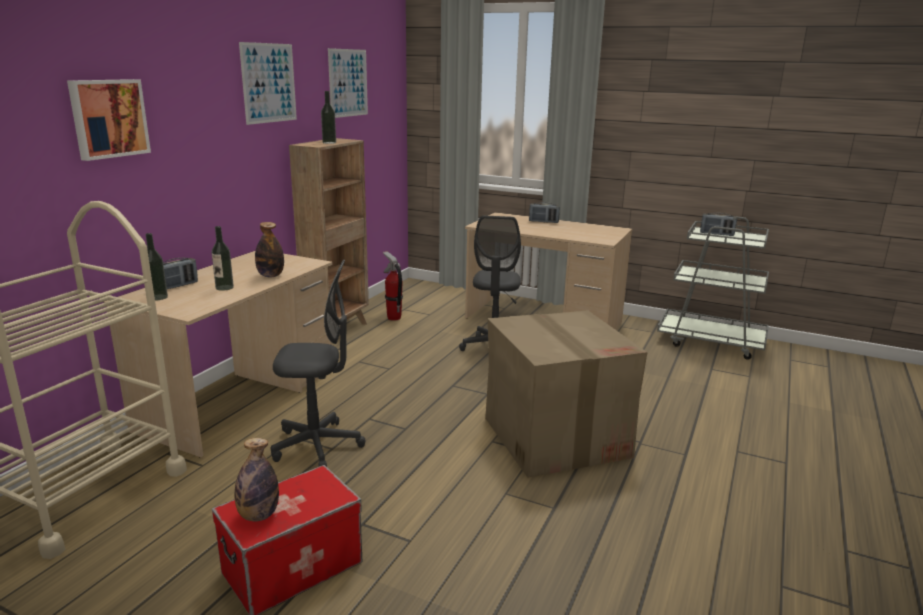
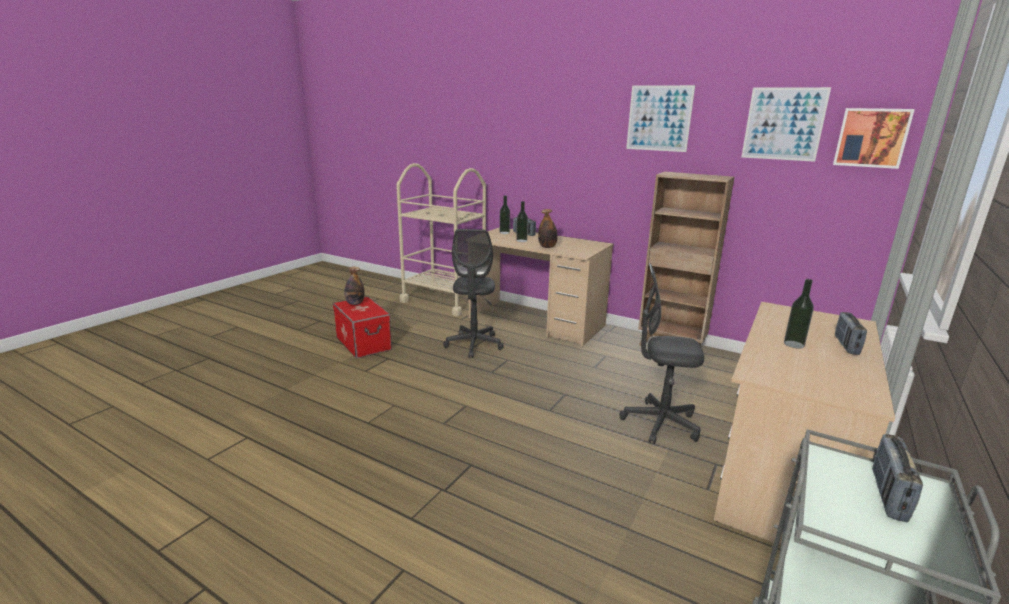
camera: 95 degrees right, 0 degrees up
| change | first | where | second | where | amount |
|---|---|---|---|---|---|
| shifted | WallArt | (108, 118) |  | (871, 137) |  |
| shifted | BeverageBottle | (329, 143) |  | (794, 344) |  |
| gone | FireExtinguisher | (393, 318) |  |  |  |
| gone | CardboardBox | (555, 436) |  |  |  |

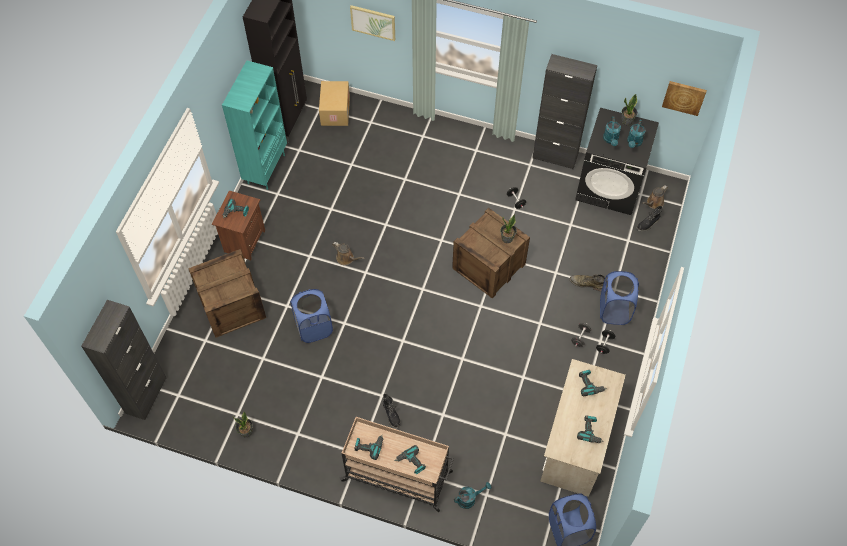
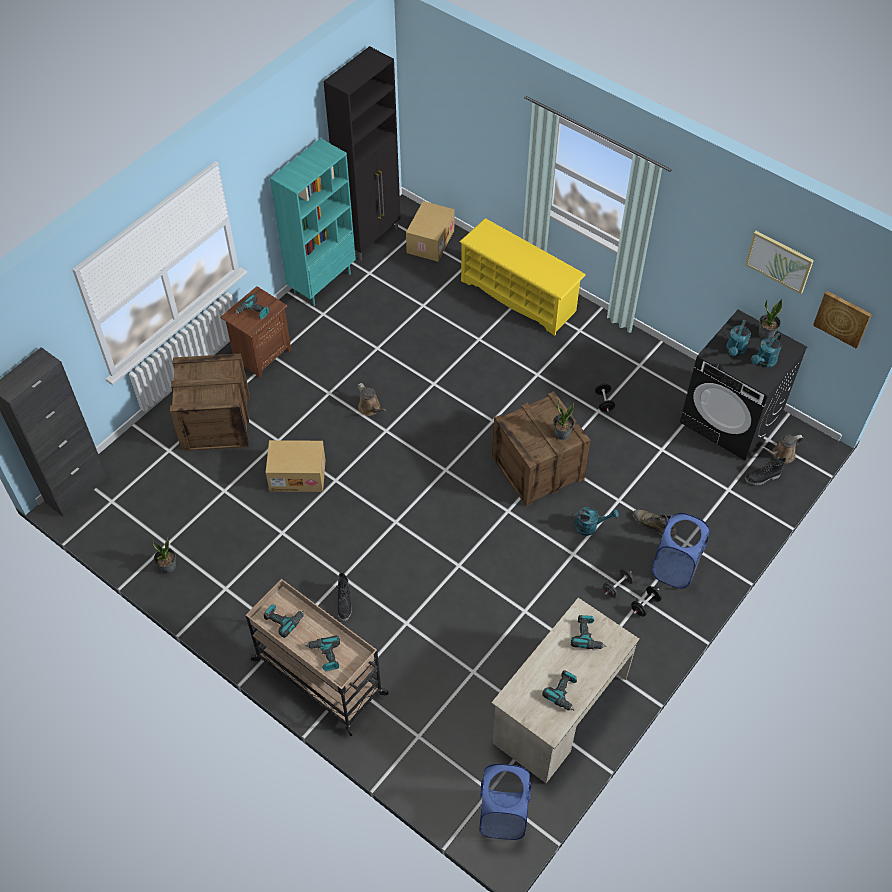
camera: 20 degrees right, 5 degrees down
| change | first | where | second | where | amount |
|---|---|---|---|---|---|
| swapped | BlueColouredLaundryBasket | (314, 328) | CardboardBox | (298, 474) |  |
| shifted | WallArt | (373, 22) |  | (779, 261) |  |
| shifted | TurquoiseWateringPot | (469, 498) |  | (590, 526) |  |
| gone | BlackStorageCabinet | (555, 156) |  |  |  |
| new |  |  | YellowishShoeStand | (519, 296) |  |

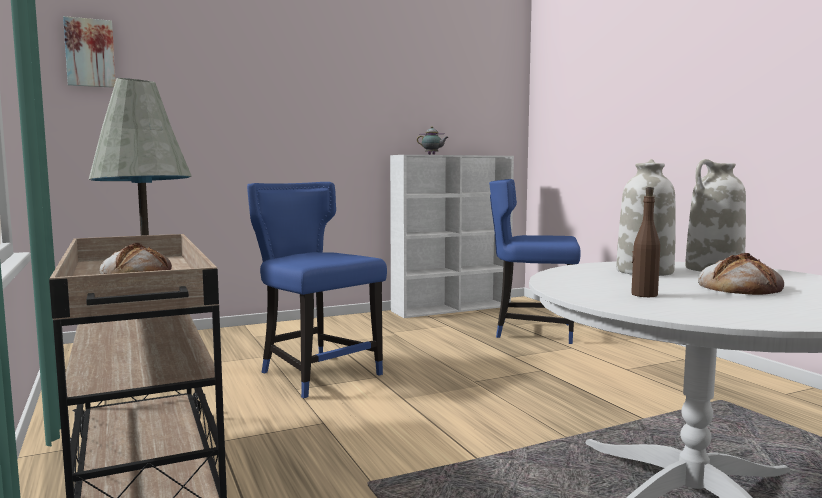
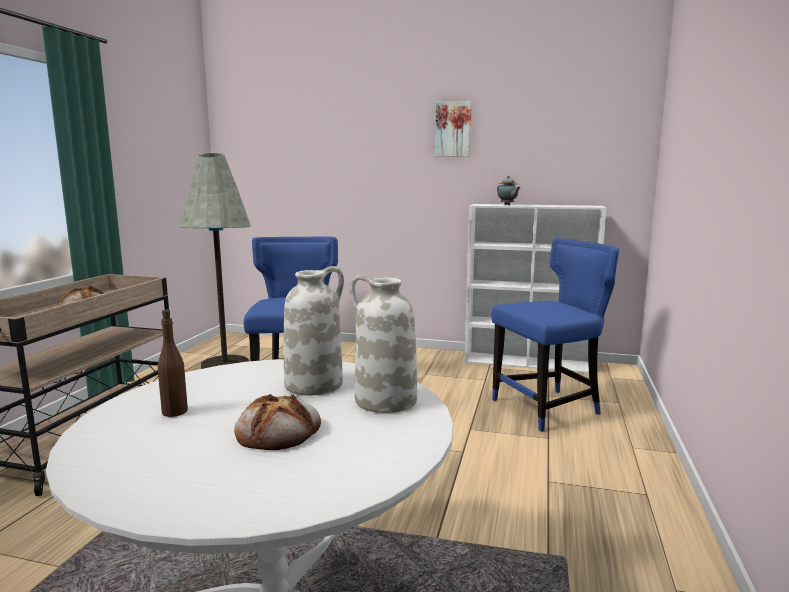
camera: 40 degrees right, 5 degrees up
| change | first | where | second | where | amount |
|---|---|---|---|---|---|
| shifted | WallArt | (90, 53) |  | (453, 129) |  |
| rotated | BlueColouredPlainChair | (532, 331) |  | (549, 408) | 105 degrees clockwise |

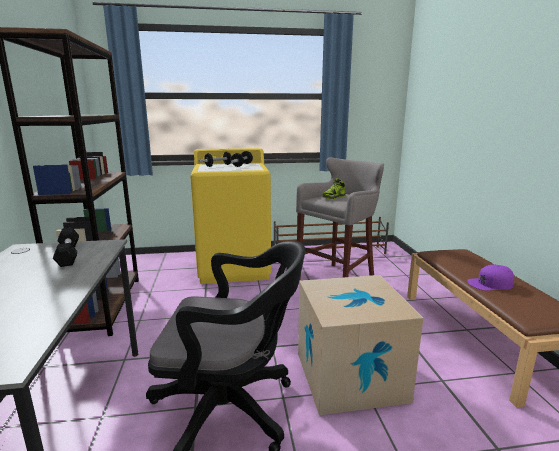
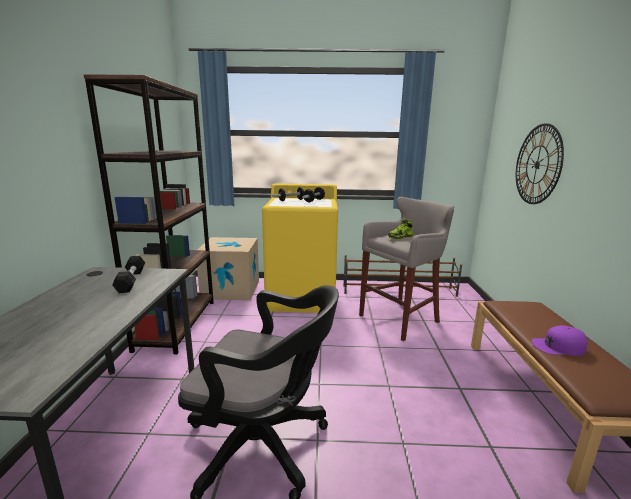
camera: 10 degrees right, 0 degrees up
| change | first | where | second | where | amount |
|---|---|---|---|---|---|
| shifted | CardboardBox | (350, 376) |  | (231, 289) |  |
| new |  |  | WallClock | (537, 164) |  |

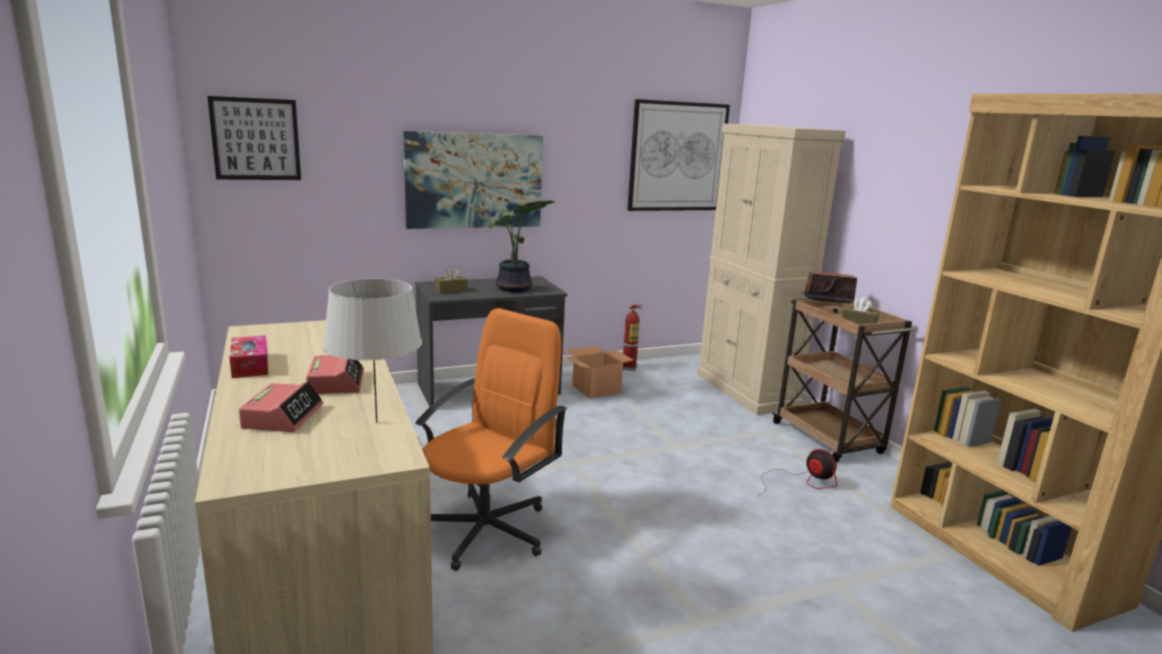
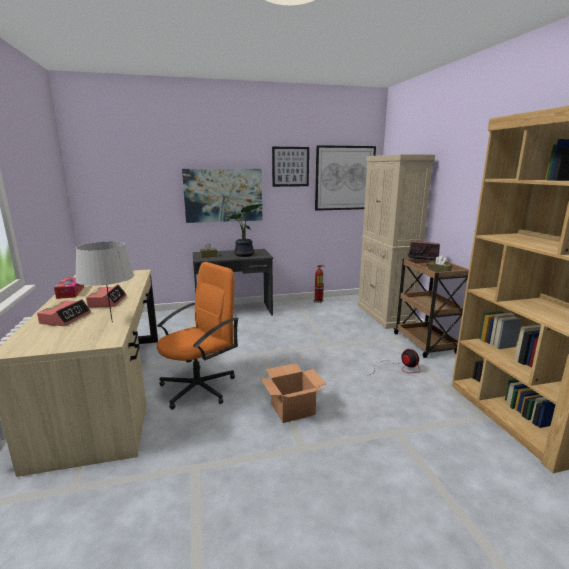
camera: 10 degrees right, 0 degrees up
| change | first | where | second | where | amount |
|---|---|---|---|---|---|
| shifted | WallArt | (256, 139) |  | (290, 166) |  |
| shifted | CardboardBox | (596, 389) |  | (292, 409) |  |

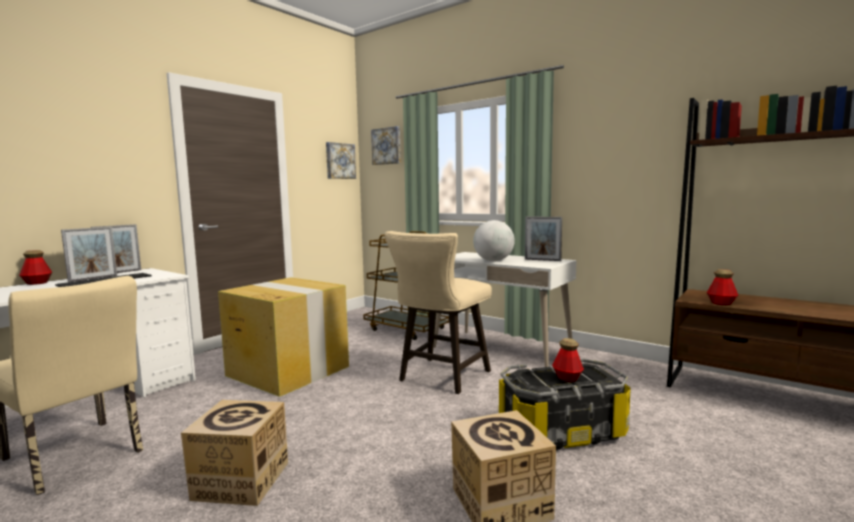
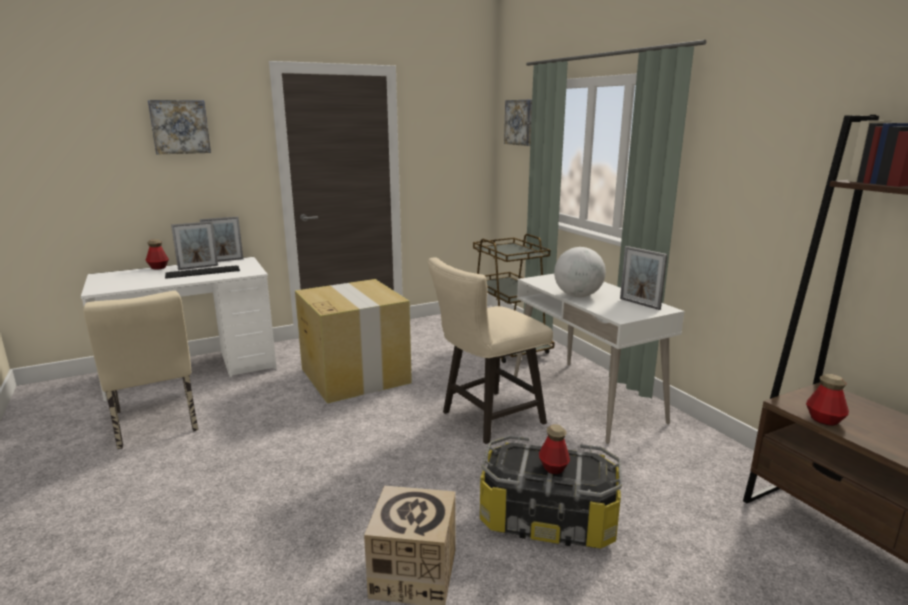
camera: 25 degrees right, 10 degrees up
| change | first | where | second | where | amount |
|---|---|---|---|---|---|
| gone | CardboardBox | (241, 481) |  |  |  |
| shifted | WallArt | (340, 161) |  | (180, 127) |  |

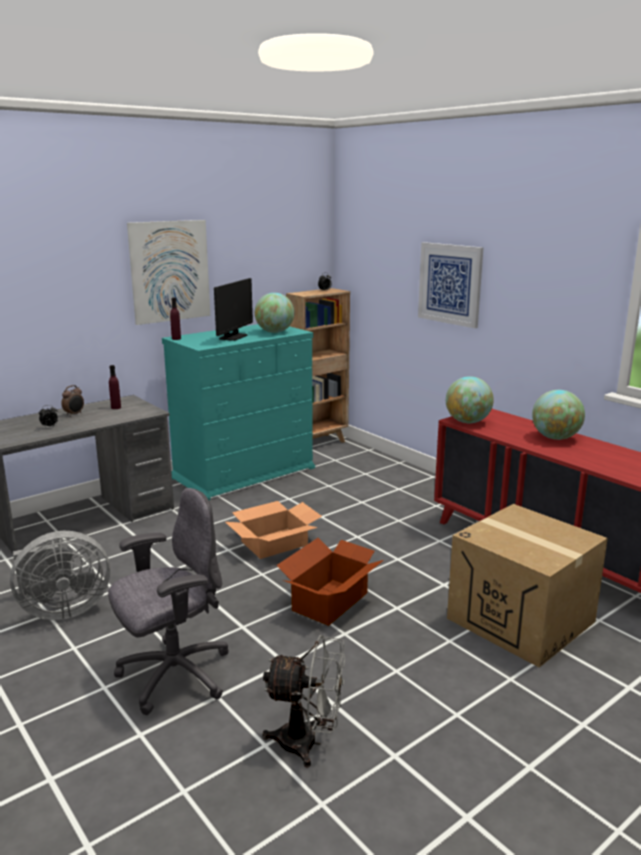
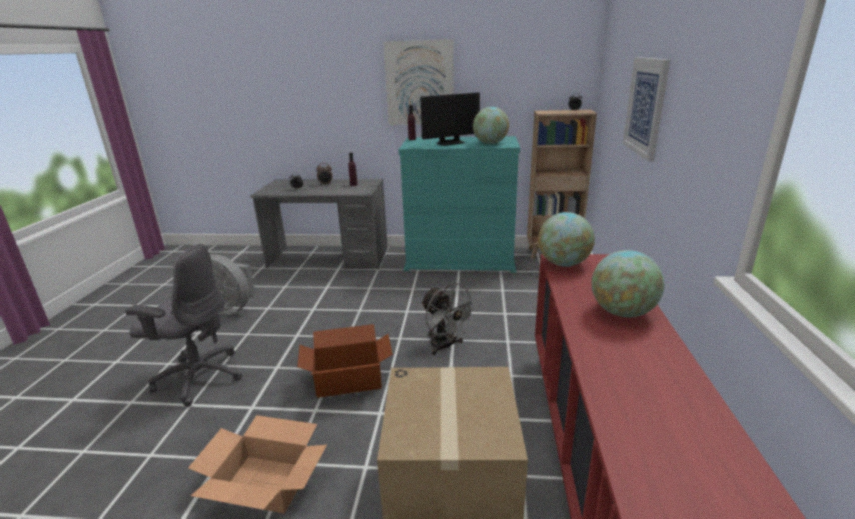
camera: 45 degrees right, 5 degrees up
| change | first | where | second | where | amount |
|---|---|---|---|---|---|
| shifted | CardboardBox | (274, 543) |  | (265, 483) |  |
| shifted | GrayElectricFan | (308, 743) |  | (445, 346) |  |

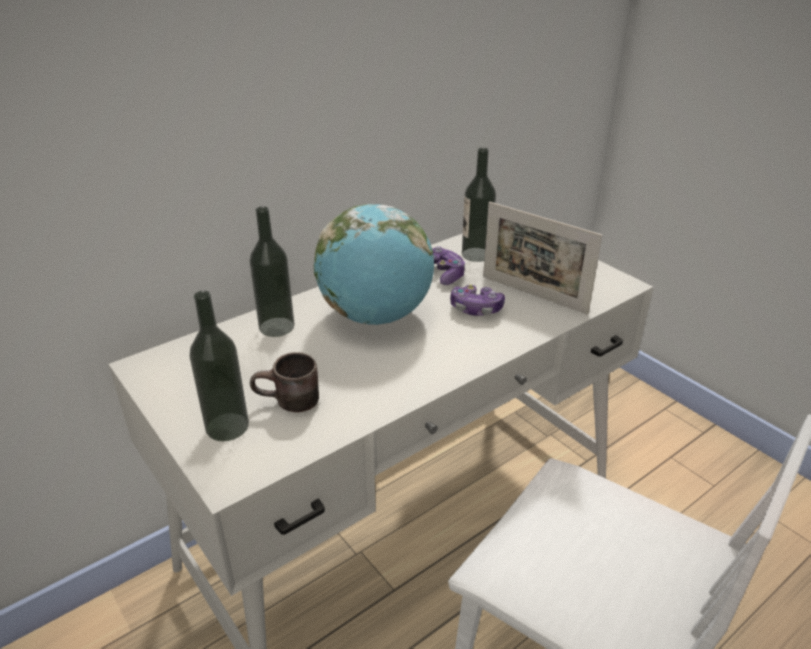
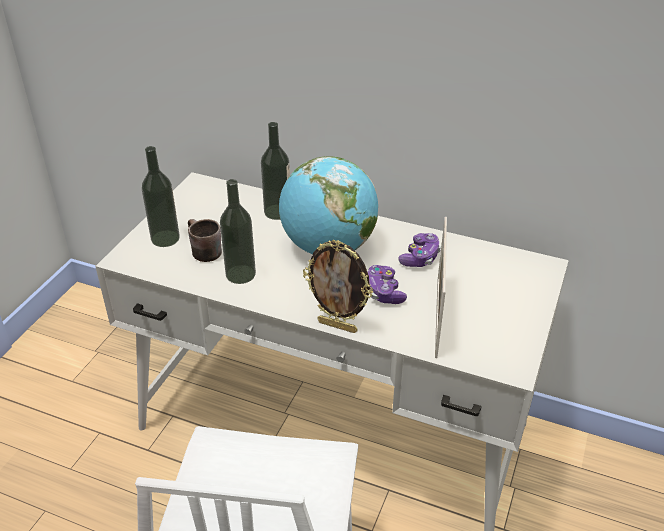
camera: 60 degrees right, 5 degrees up
| change | first | where | second | where | amount |
|---|---|---|---|---|---|
| shifted | BeverageBottle | (476, 254) |  | (240, 274) |  |
| new |  |  | PhotoFrame | (338, 326) |  |

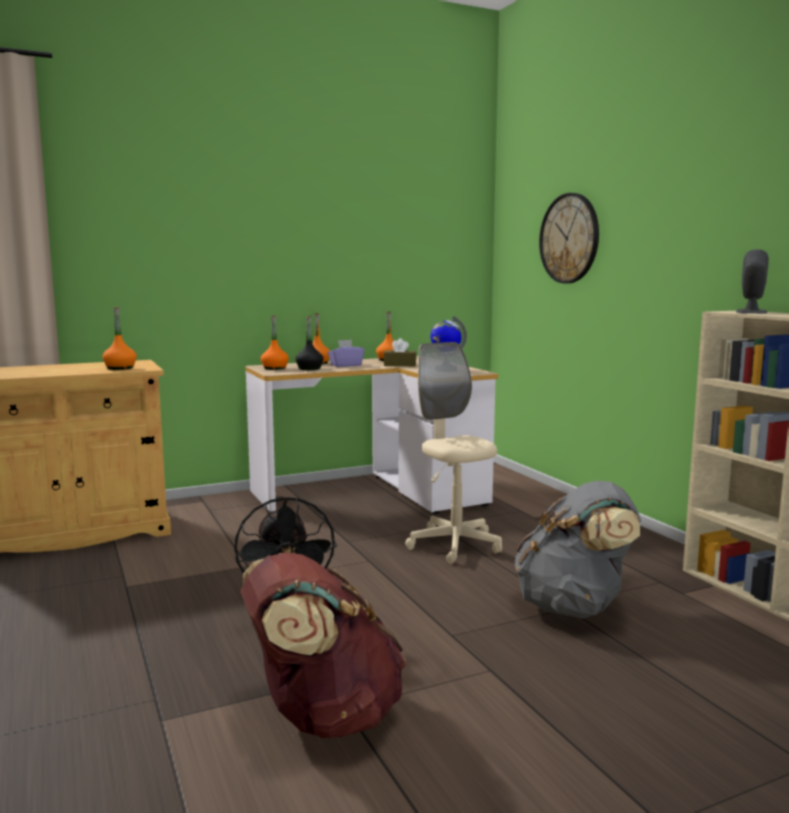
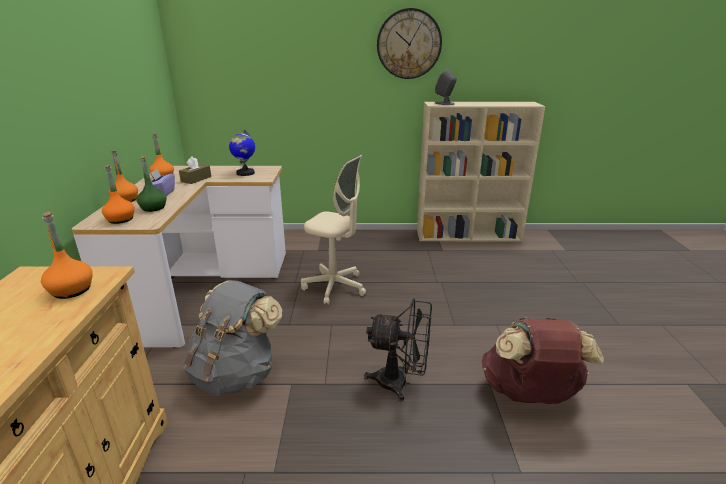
camera: 65 degrees left, 15 degrees up
| change | first | where | second | where | amount |
|---|---|---|---|---|---|
| repainted | BlackBeverageBottle | (309, 369) | GreenColouredBeverageBottle | (153, 208) |  |
| rotated | BeigeColouredComputerChair | (454, 545) |  | (335, 287) | 150 degrees counterclockwise |
| shifted | GrayKnapsack | (574, 607) |  | (236, 374) |  |
| shifted | WallClock | (569, 238) |  | (409, 44) |  |

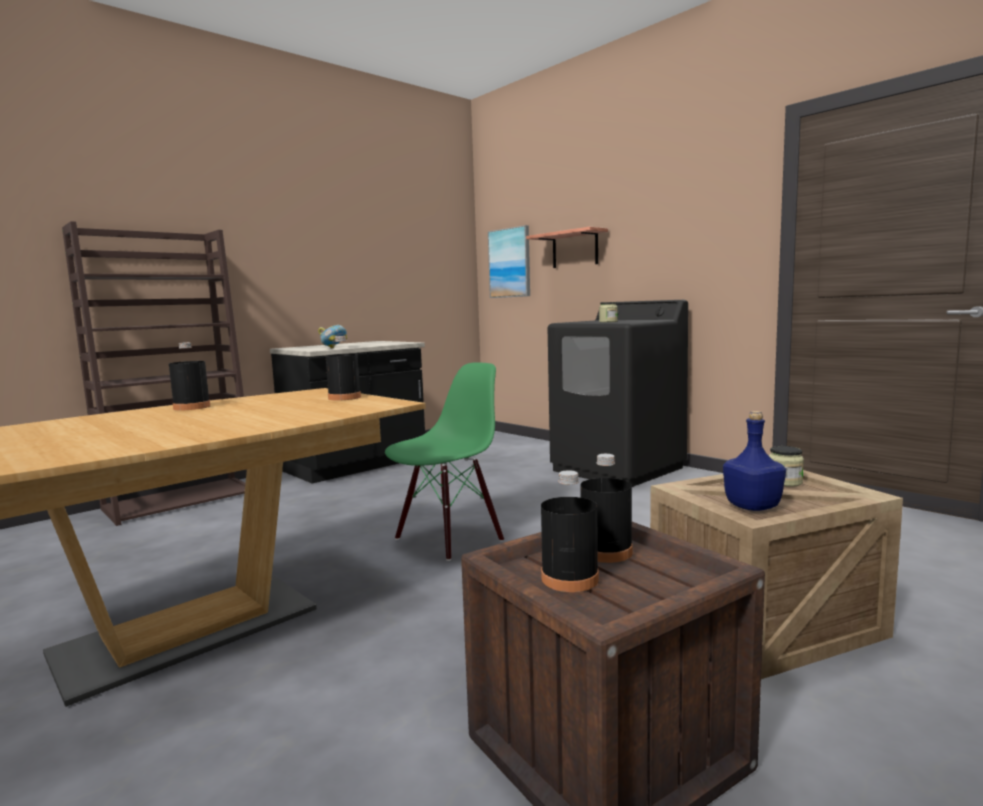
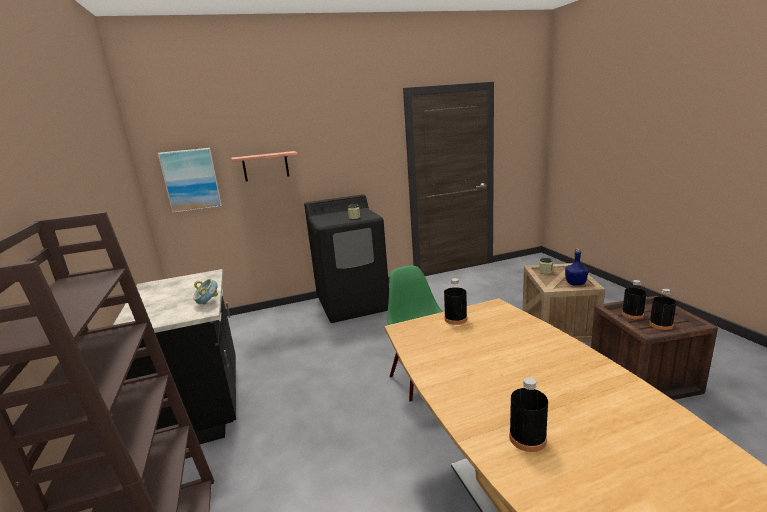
camera: 65 degrees left, 10 degrees up
| change | first | where | second | where | amount |
|---|---|---|---|---|---|
| shifted | BlackBeverageBottle | (192, 407) |  | (527, 438) |  |

